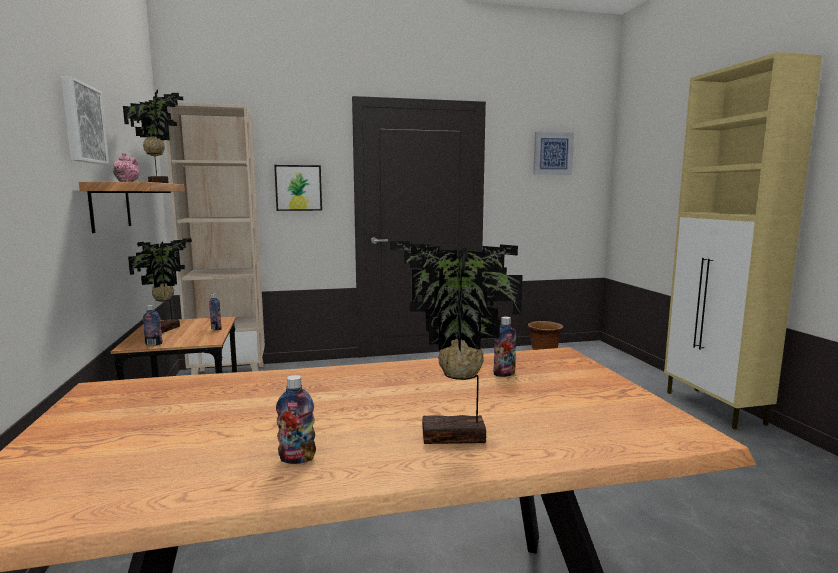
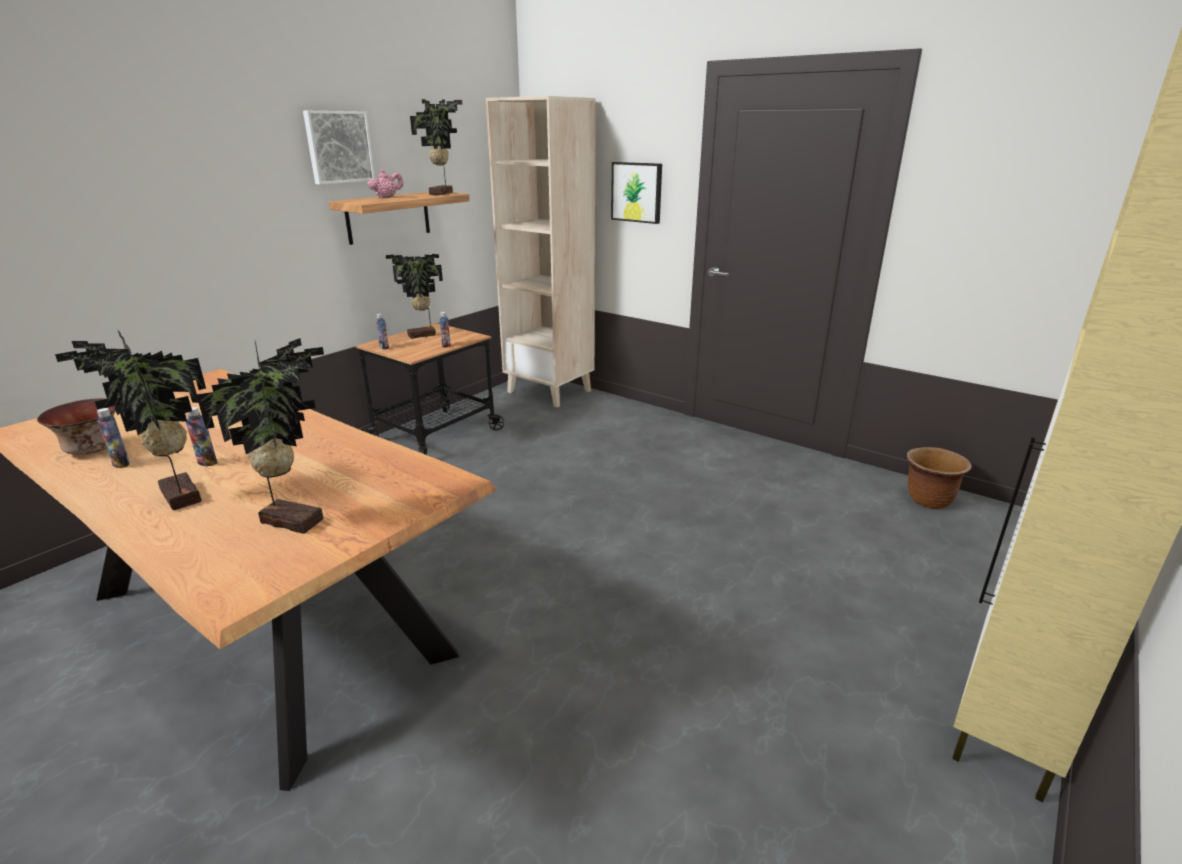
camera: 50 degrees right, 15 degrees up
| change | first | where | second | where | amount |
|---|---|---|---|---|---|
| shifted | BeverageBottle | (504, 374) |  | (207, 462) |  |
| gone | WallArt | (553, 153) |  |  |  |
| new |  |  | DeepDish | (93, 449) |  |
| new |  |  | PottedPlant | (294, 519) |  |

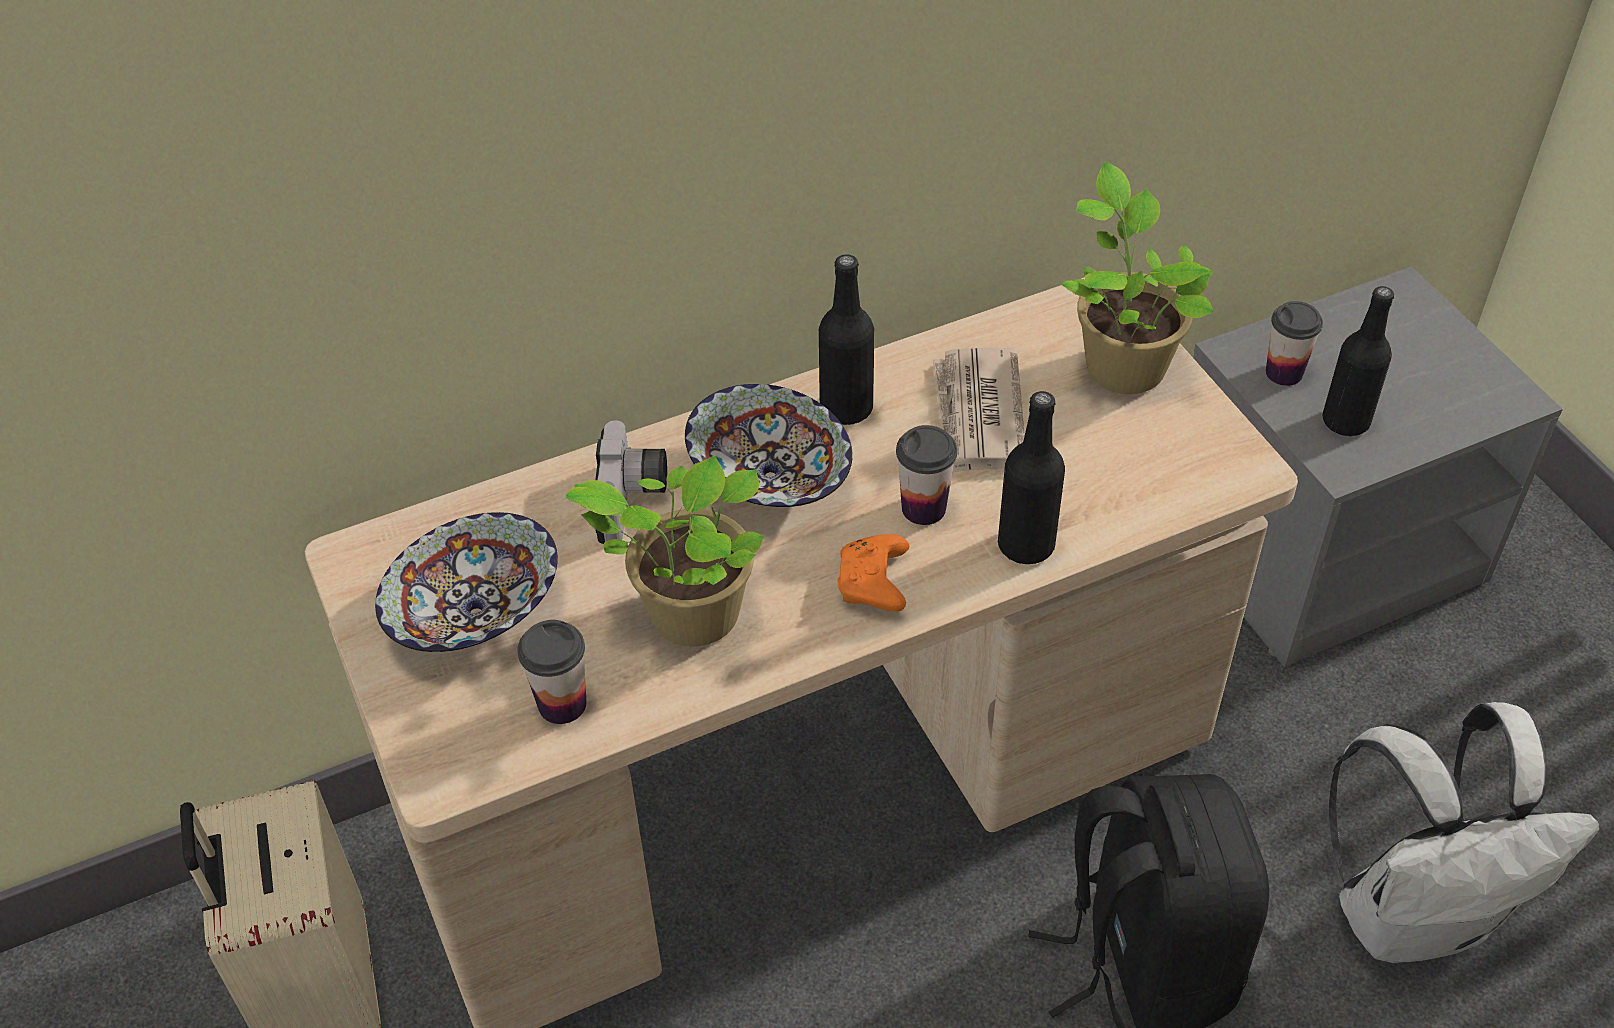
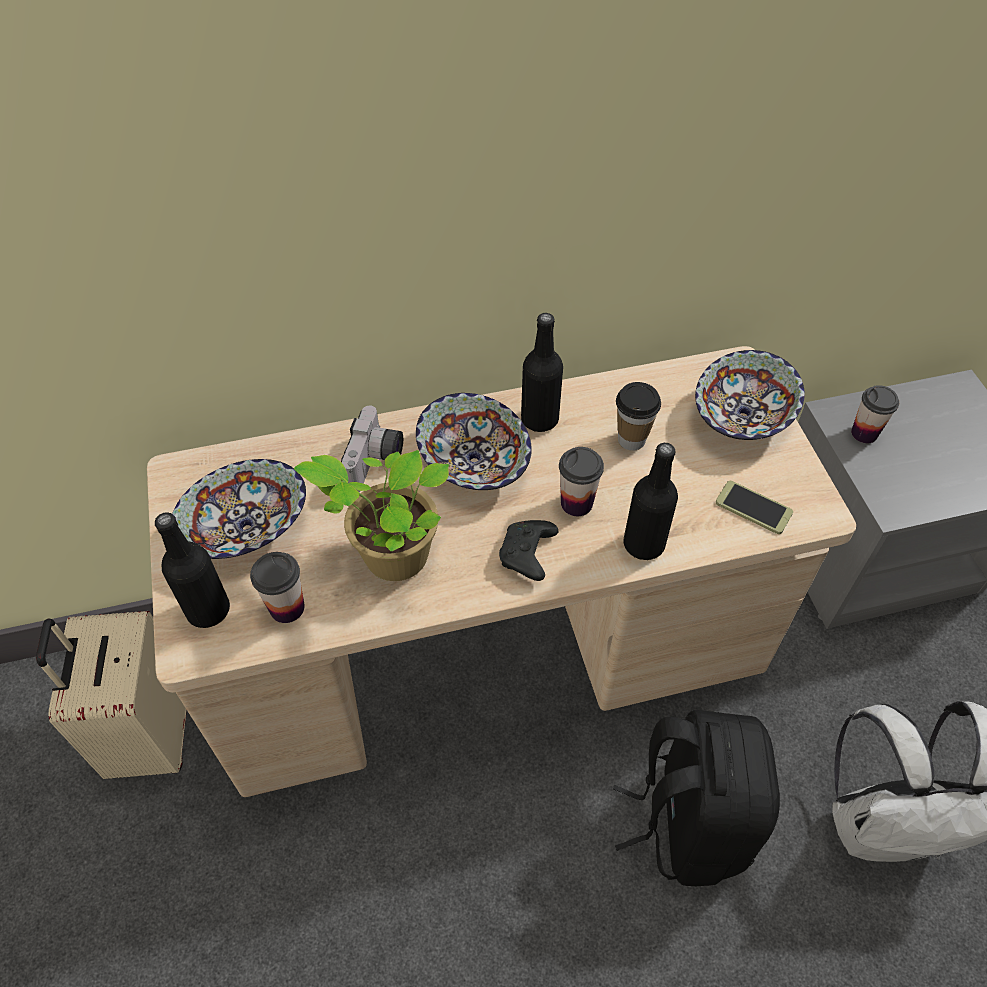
camera: 10 degrees right, 5 degrees up
| change | first | where | second | where | amount |
|---|---|---|---|---|---|
| repainted | OrangeColouredGameController | (874, 584) | BlackGameController | (527, 555) |  |
| swapped | PrintedPaper | (978, 415) | Cup | (631, 439) |  |
| swapped | PottedPlant | (1121, 363) | DeepDish | (743, 417) |  |
| shifted | BlackBeverageBottle | (1345, 421) |  | (208, 610) |  |
| new |  |  | Telephone | (753, 508) |  |

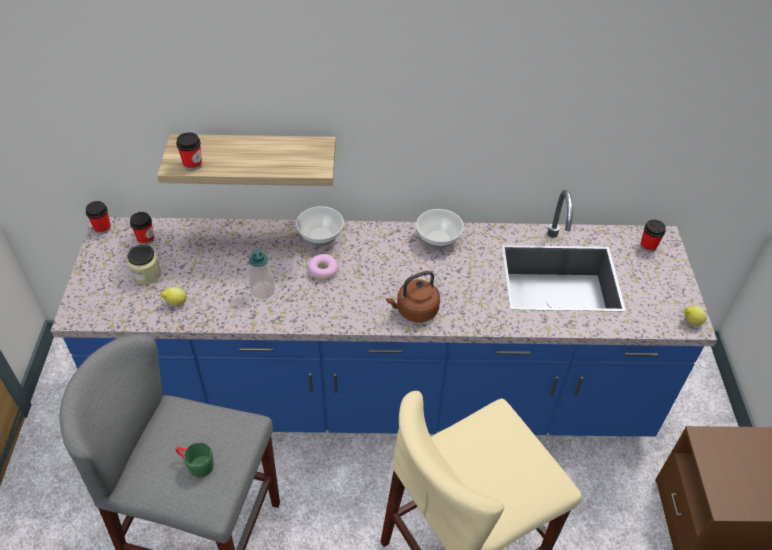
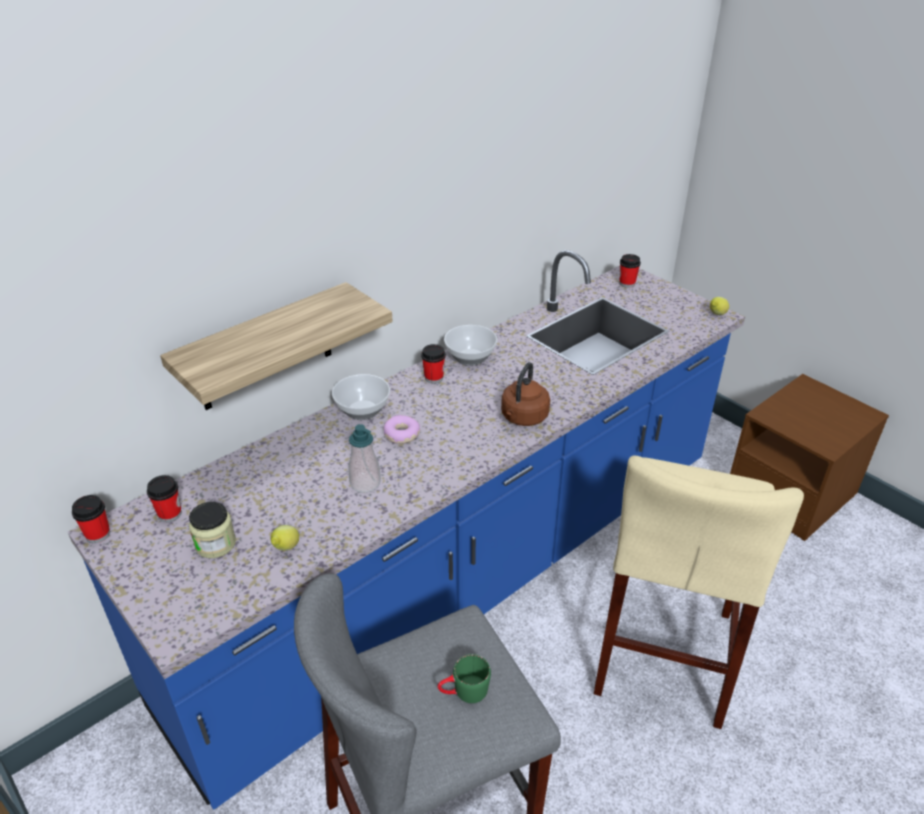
camera: 40 degrees left, 10 degrees down
| change | first | where | second | where | amount |
|---|---|---|---|---|---|
| shifted | Cup | (193, 164) |  | (434, 378) |  |

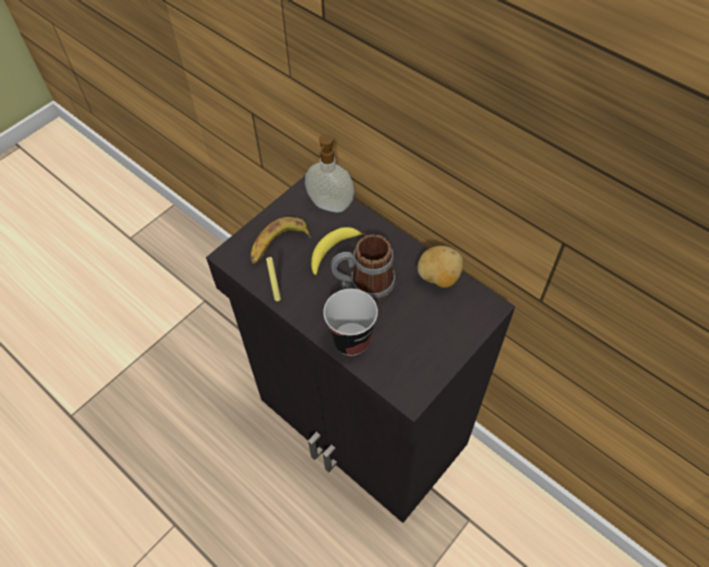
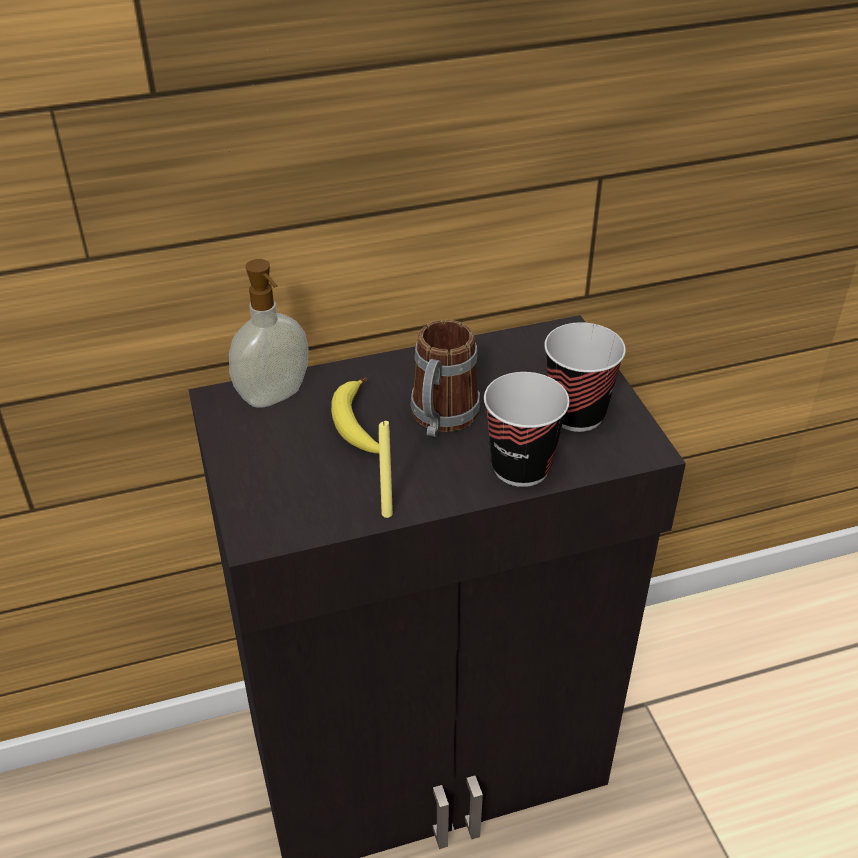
camera: 60 degrees left, 15 degrees down
| change | first | where | second | where | amount |
|---|---|---|---|---|---|
| gone | Banana | (278, 245) |  |  |  |
| gone | Spud | (438, 277) |  |  |  |
| new |  |  | Cup | (576, 414) |  |

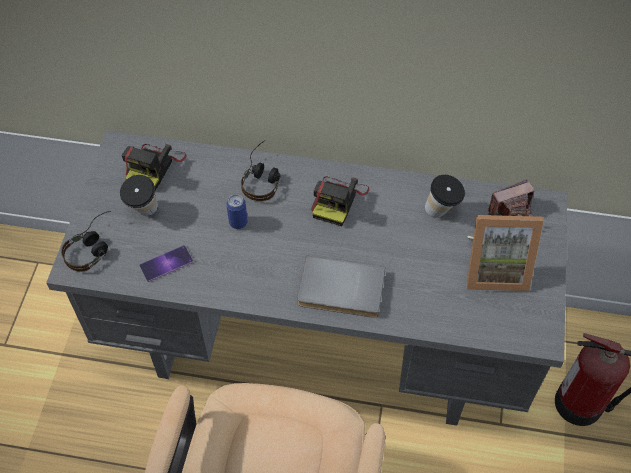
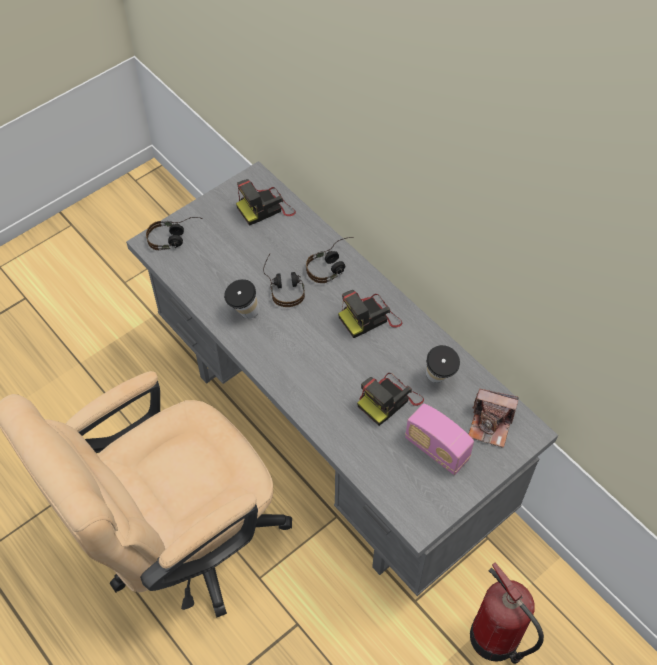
camera: 40 degrees right, 0 degrees up
| change | first | where | second | where | amount |
|---|---|---|---|---|---|
| shifted | Cup | (144, 213) |  | (243, 314) |  |
| gone | Telephone | (166, 263) |  |  |  |
| swapped | MetalCan | (238, 222) | PairOfHeadphones | (284, 285) |  |
| gone | GrayBook | (340, 291) |  |  |  |
| swapped | PhotoFrame | (495, 269) | RadioSet | (436, 449) |  |
| new |  |  | StillCamera | (389, 400) |  |

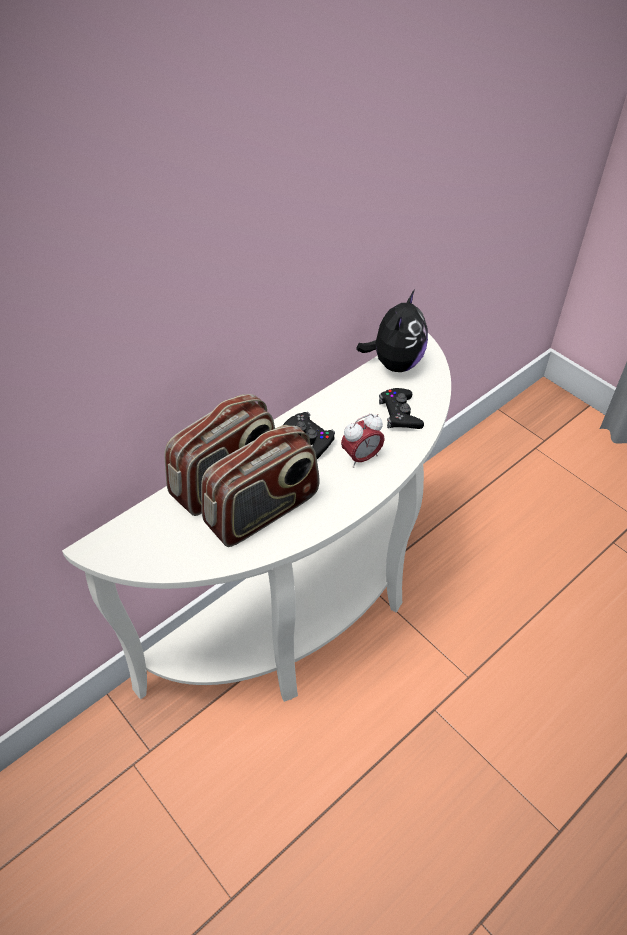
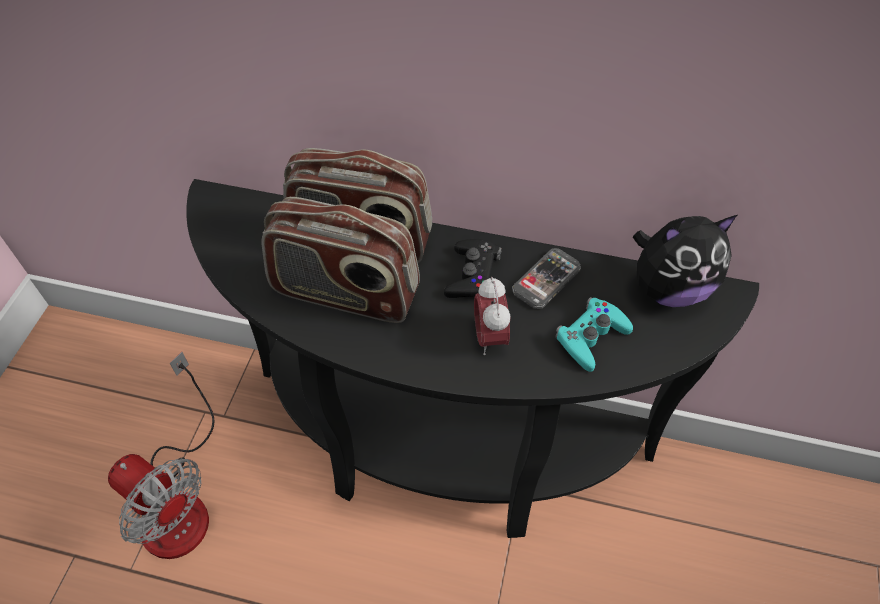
camera: 55 degrees right, 5 degrees up
| change | first | where | second | where | amount |
|---|---|---|---|---|---|
| repainted | WhiteColouredConsoleTable | (307, 615) | BlackConsoleTable | (441, 454) |  |
| rotated | BedsideClock | (361, 457) |  | (489, 337) | 60 degrees clockwise |
| repainted | BlackGameController | (400, 414) | TurquoiseGameController | (591, 337) |  |
| new |  |  | ElectricFan | (179, 499) |  |
| new |  |  | Telephone | (546, 280) |  |

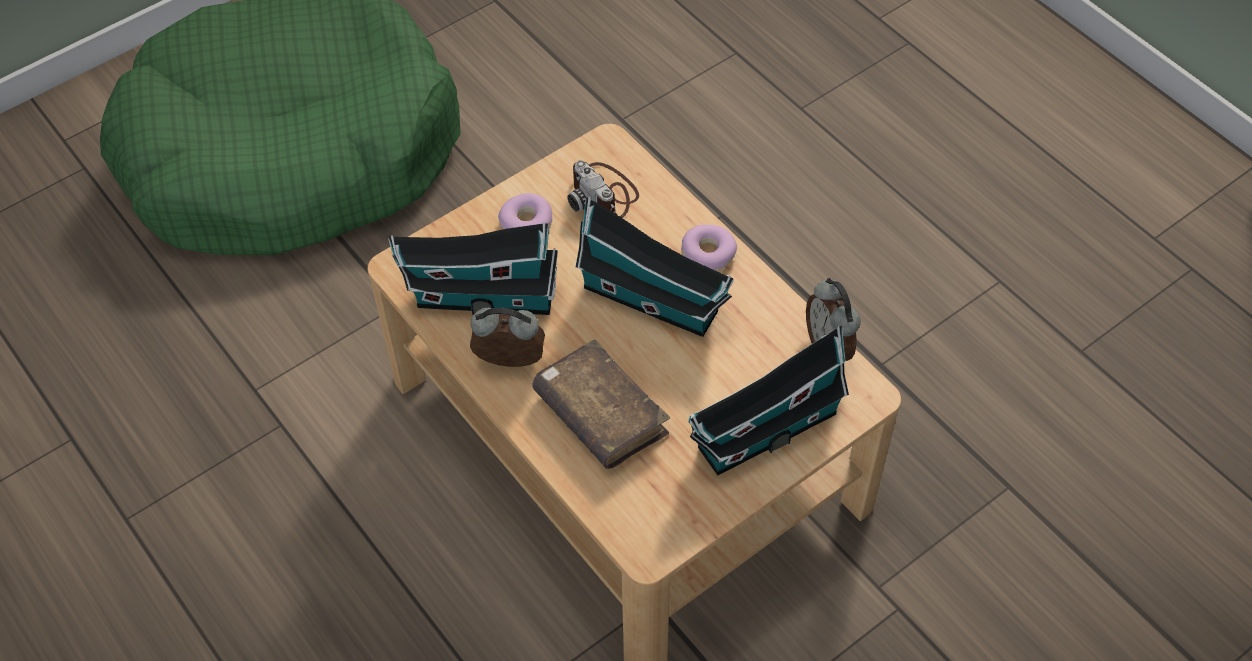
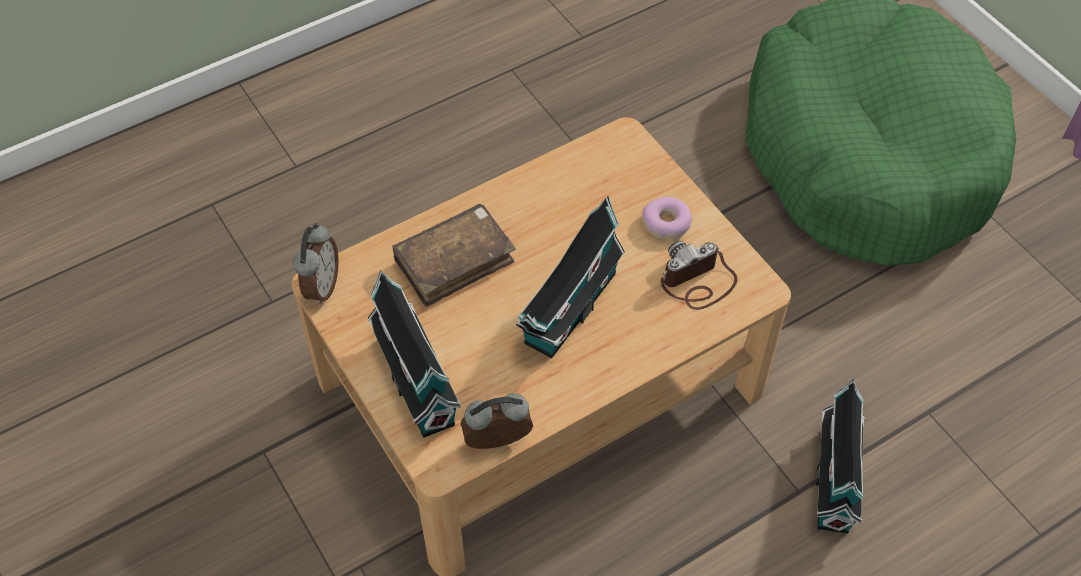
camera: 95 degrees right, 0 degrees up
| change | first | where | second | where | amount |
|---|---|---|---|---|---|
| shifted | MiniatureHouse | (480, 297) |  | (835, 476) |  |
| shifted | BedsideClock | (509, 363) |  | (321, 286) |  |
| gone | Doughnut | (708, 254) |  |  |  |

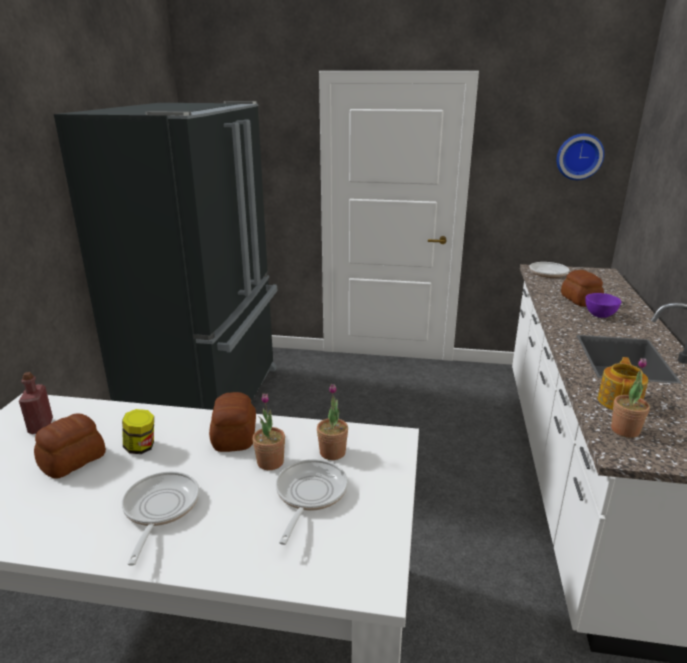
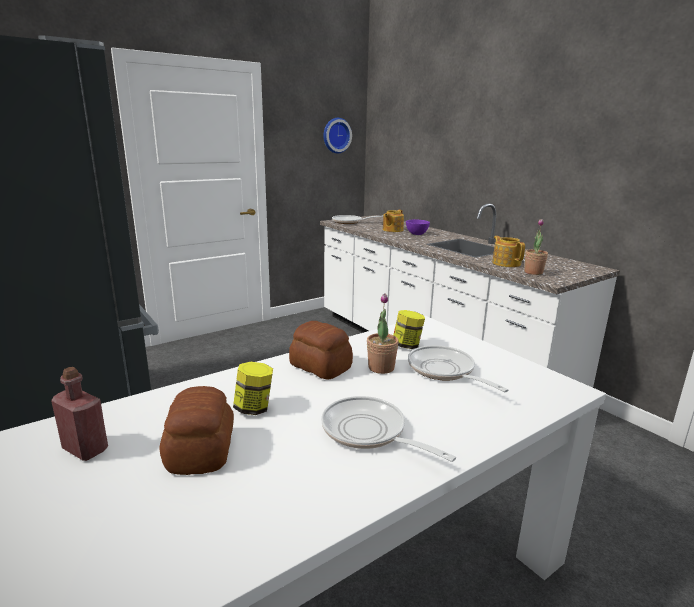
camera: 45 degrees left, 5 degrees down
| change | first | where | second | where | amount |
|---|---|---|---|---|---|
| swapped | PottedPlant | (332, 452) | StorageJar | (407, 345) |  |
| swapped | Bread | (580, 300) | PotForTea | (392, 230) |  |

